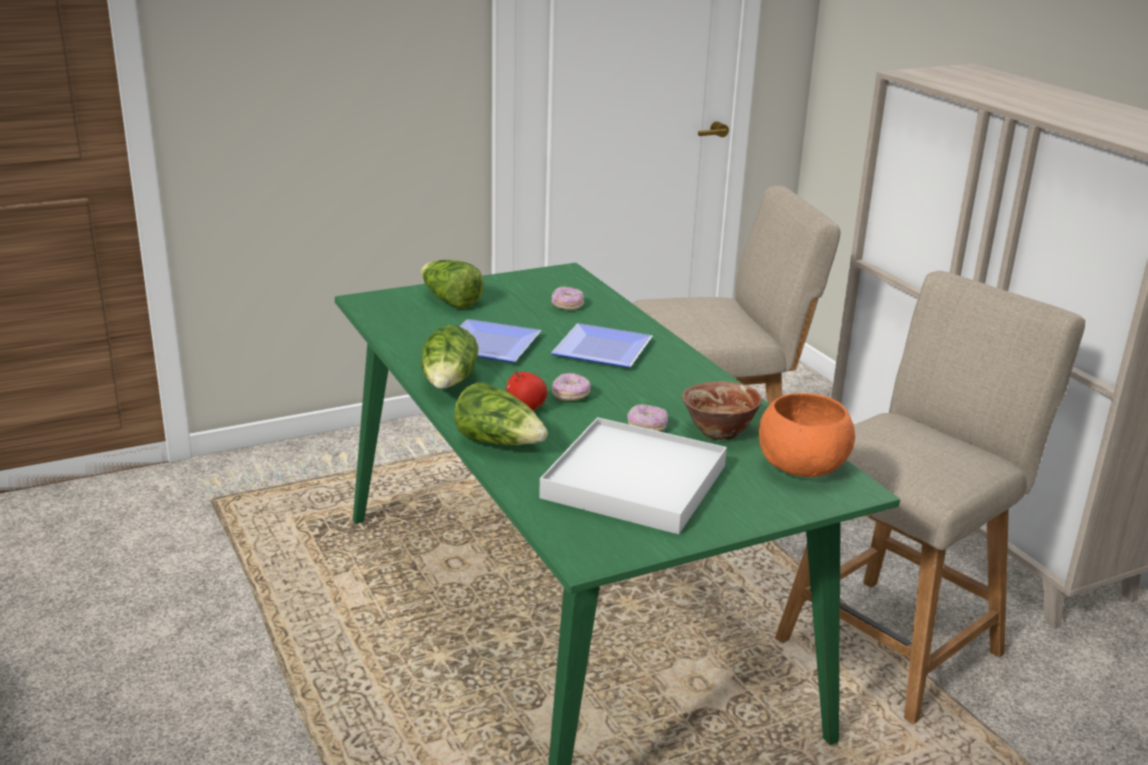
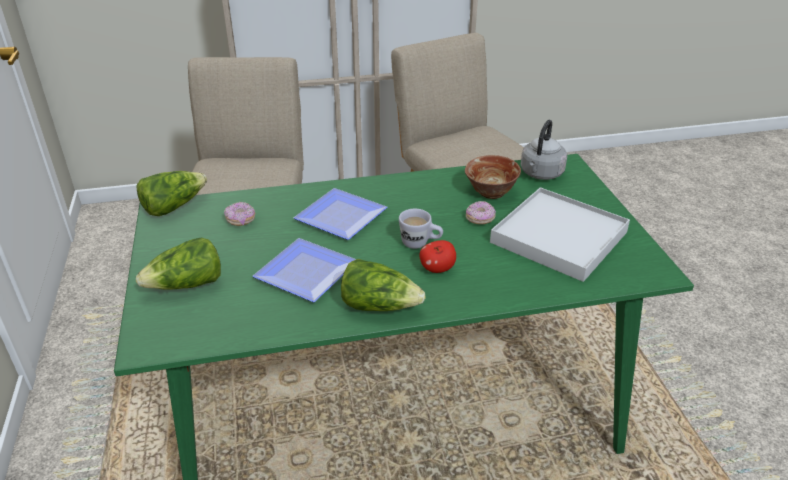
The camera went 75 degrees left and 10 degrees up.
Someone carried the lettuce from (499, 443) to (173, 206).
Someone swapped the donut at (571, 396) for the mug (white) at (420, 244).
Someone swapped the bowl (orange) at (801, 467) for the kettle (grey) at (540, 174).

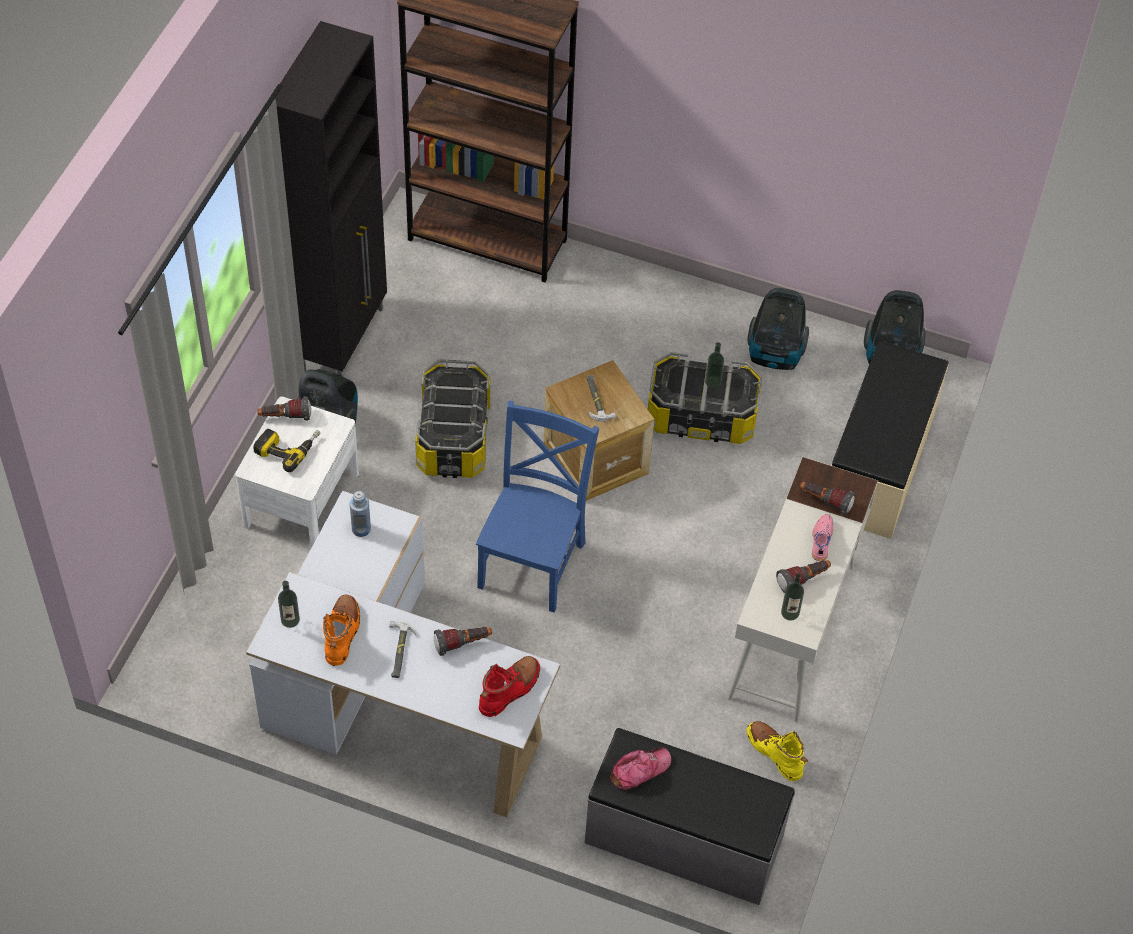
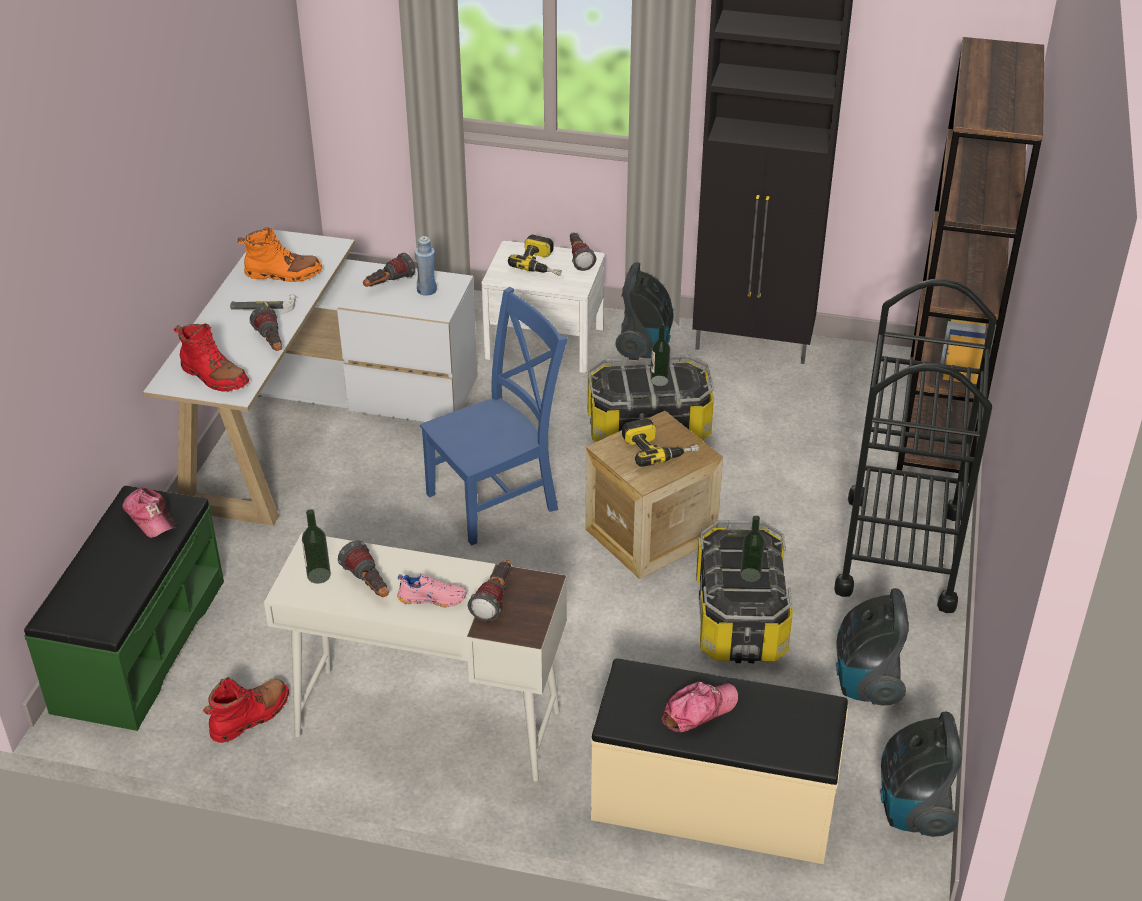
The camera went 85 degrees right and 15 degrees down.
Someone carried the bottle from (290, 620) to (659, 381).
Someone rotated the chair (blue) at (533, 561) by 45 degrees counterclockwise.
Someone repainted the bench (grey) at (683, 840), which became the bench (green) at (138, 644).
Someone swapped the hammer at (597, 399) for the power drill at (658, 449).
Someone repainted the boot (yellow) at (775, 753), which became the boot (red) at (250, 716).
Someone put down the flashlight at (388, 284).
Someone put down the cap at (699, 710).
Someone put down the cart (black) at (900, 552).

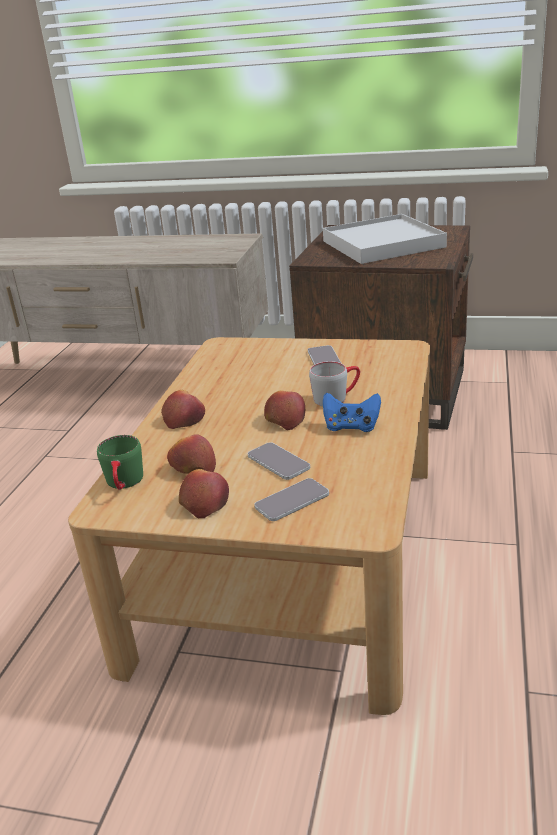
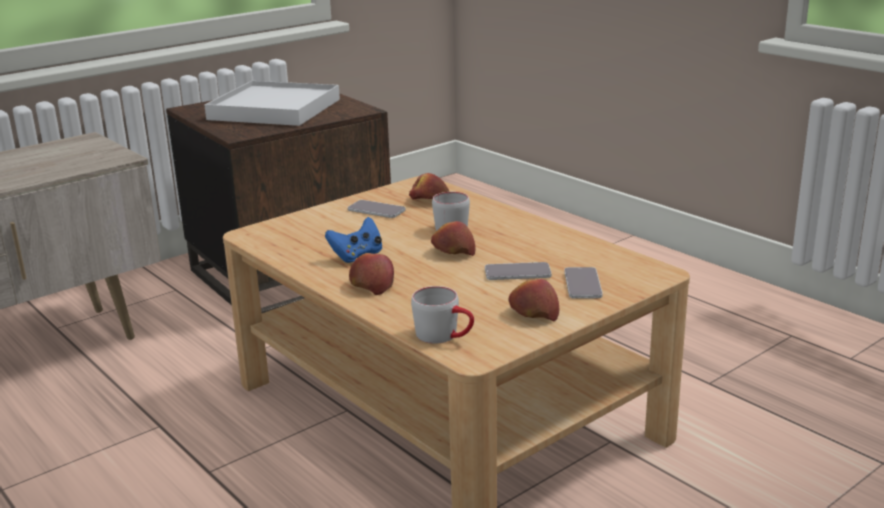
The camera went 55 degrees left and 5 degrees down.
Someone repainted the mug (green) at (124, 484), which became the mug (grey) at (445, 336).
Someone carried the apple from (192, 467) to (429, 200).
Someone carried the game controller (blue) from (351, 427) to (357, 255).

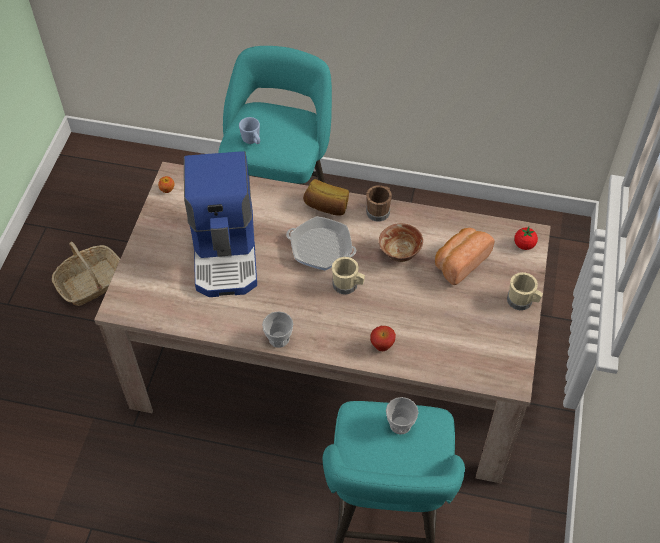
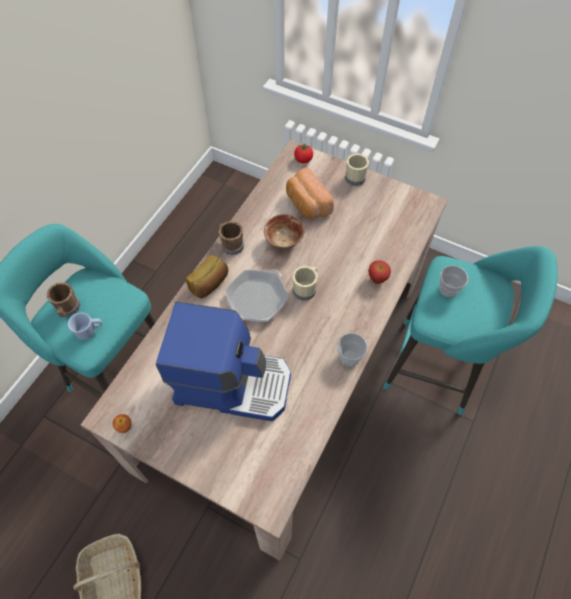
The camera went 75 degrees left and 5 degrees up.
Someone put down the mug (brown) at (68, 309).

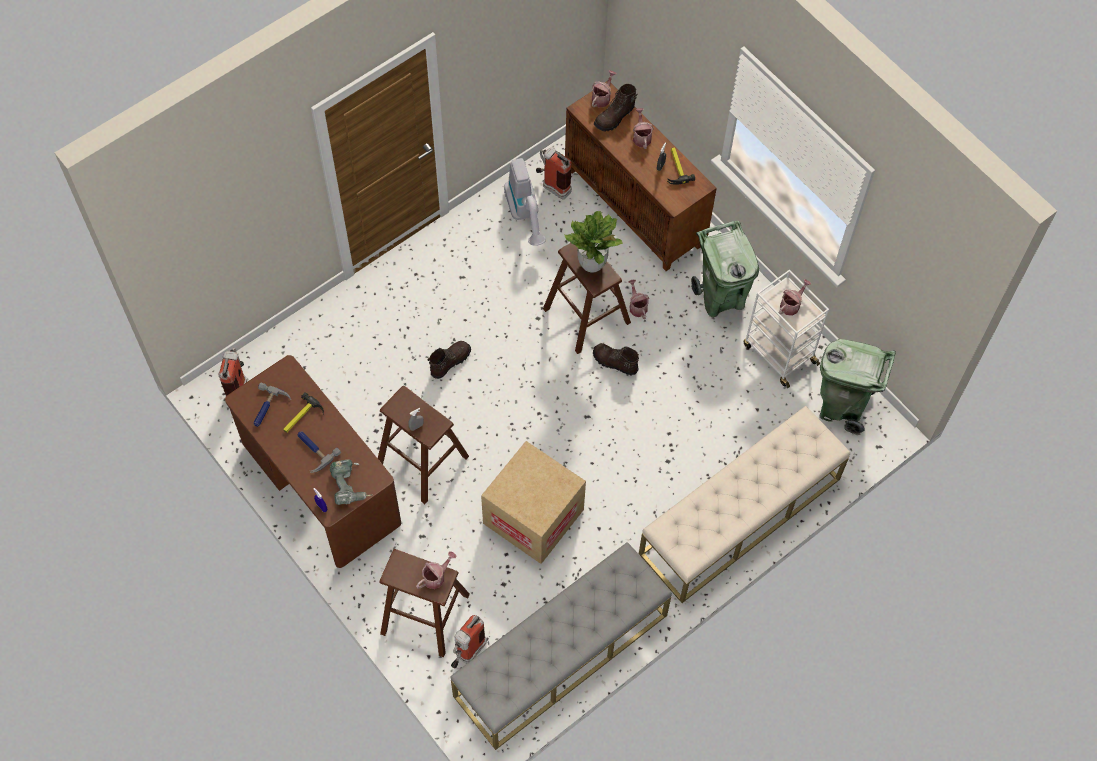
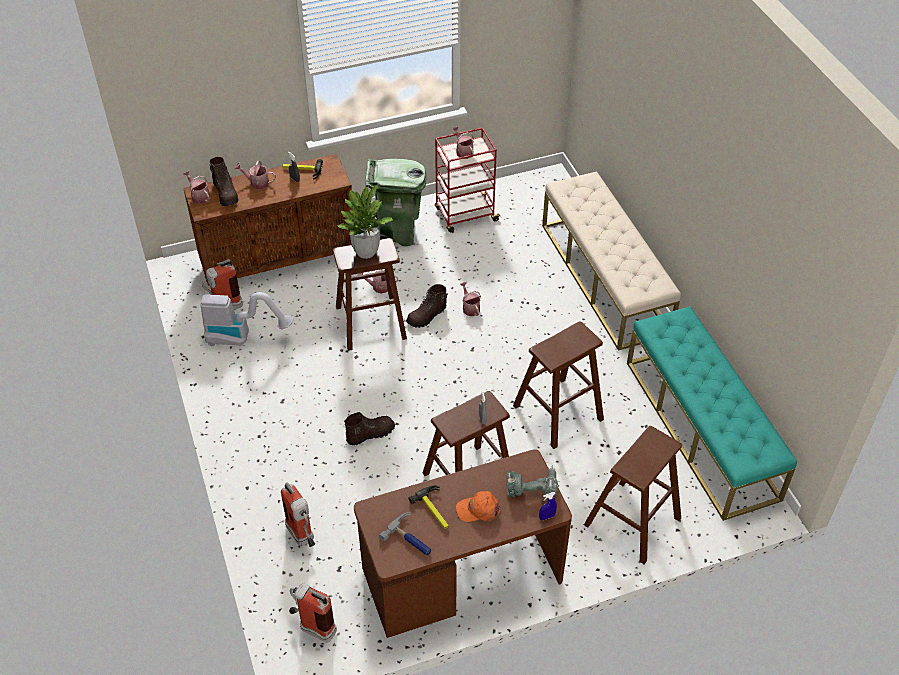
The camera went 70 degrees left and 15 degrees down.
Someone swapped the hammer at (313, 450) for the cap (orange) at (478, 509).
Someone carried the watering can from (436, 576) to (470, 307).
Someone rotated the boot (brown) at (449, 361) by 90 degrees clockwise.
Someone repainted the bench (grey) at (561, 656), which became the bench (turquoise) at (701, 429).
Someone carried the fire extinguisher from (467, 654) to (303, 538).
Someone swapped the cardboard box at (533, 516) for the stool (brown) at (558, 412).
Someone repainted the cart (white) at (778, 353), which became the cart (red) at (465, 215).
Someone took away the trash can (green) at (842, 406).

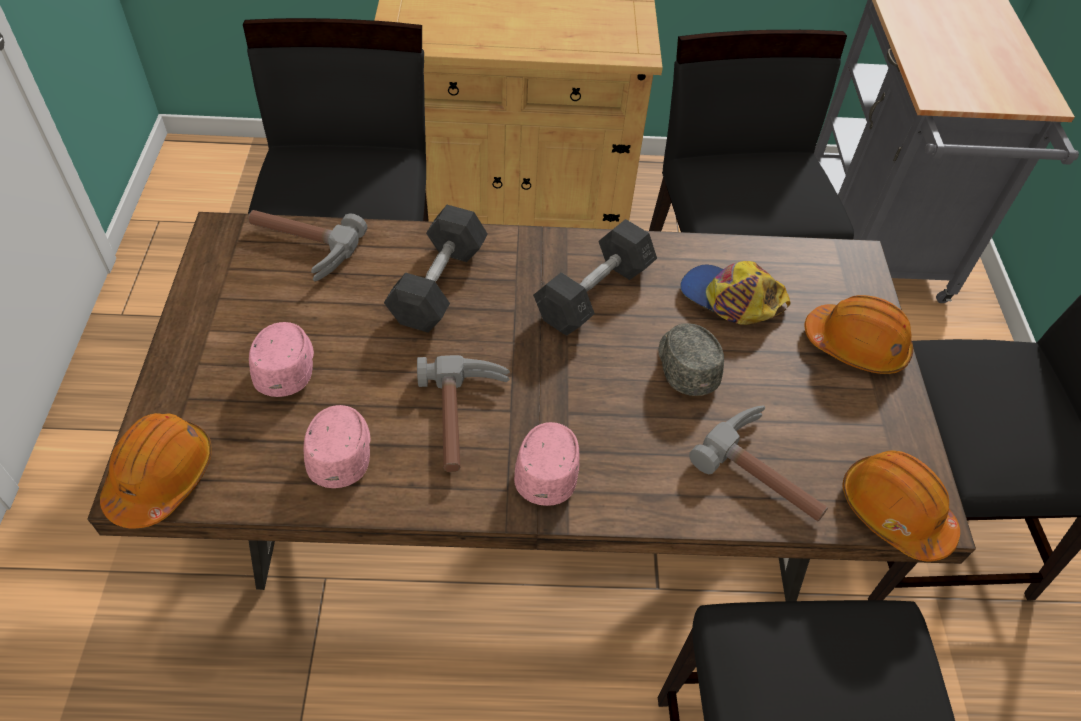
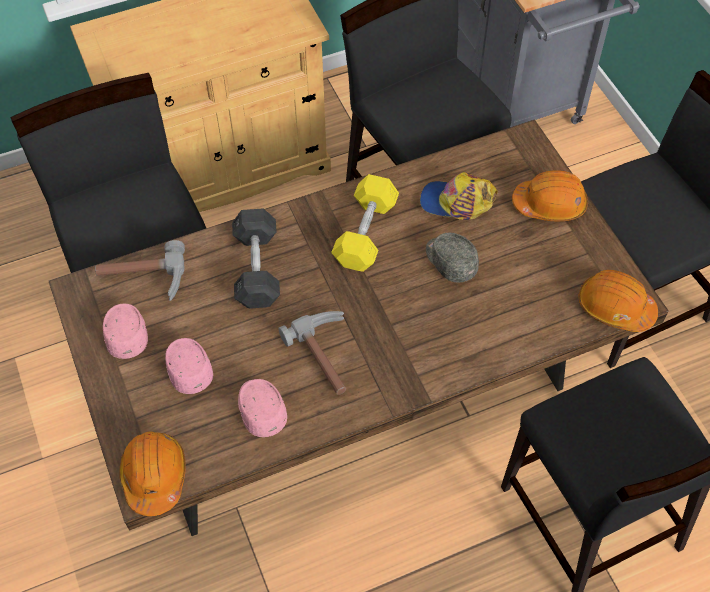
The camera went 20 degrees left and 5 degrees up.
Someone carried the cap (pink) from (548, 467) to (127, 333).
Someone repainted the dumbbell (grey) at (594, 293), which became the dumbbell (yellow) at (365, 233).
Someone took away the hammer at (768, 471).

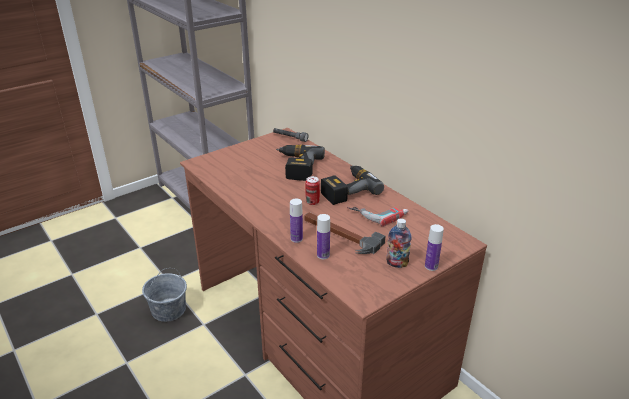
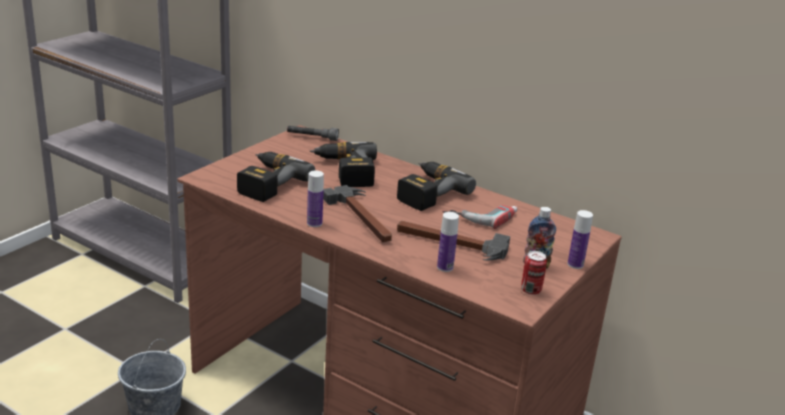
The camera went 20 degrees left and 5 degrees down.
Someone carried the bottle from (296, 239) to (314, 223).
Someone carried the can from (312, 202) to (531, 290).
Someone put down the power drill at (266, 183).
Someone put down the hammer at (362, 218).

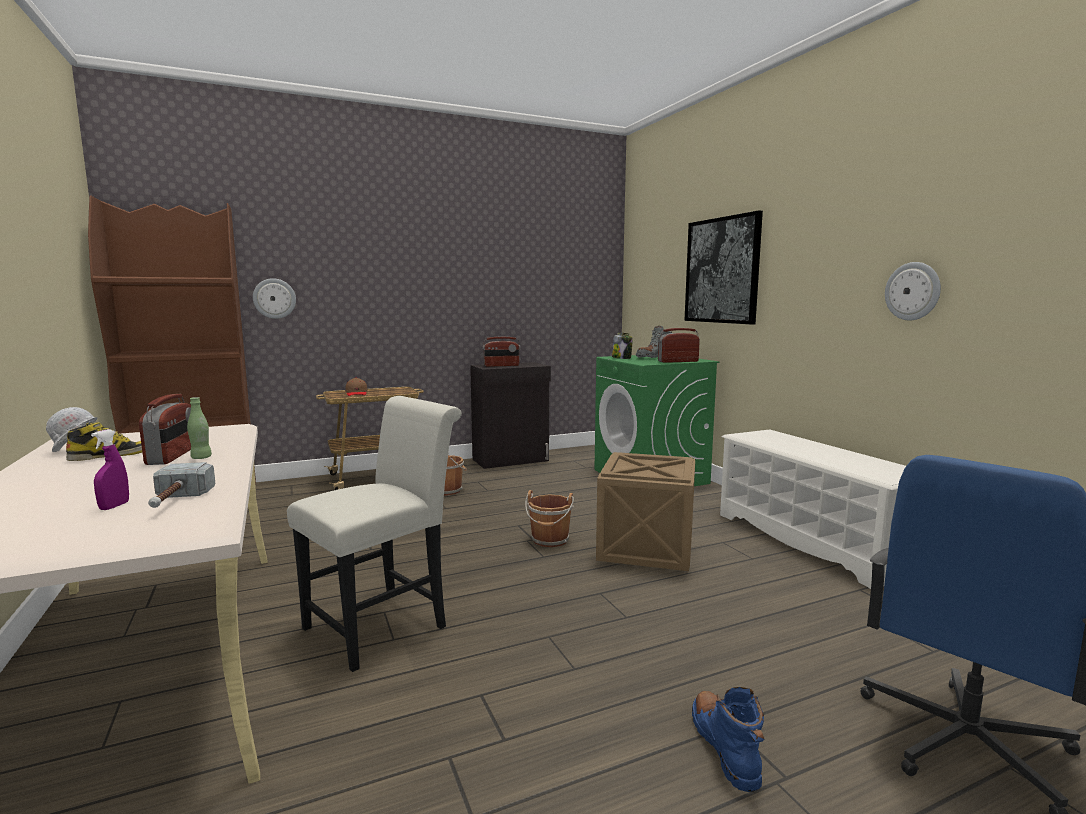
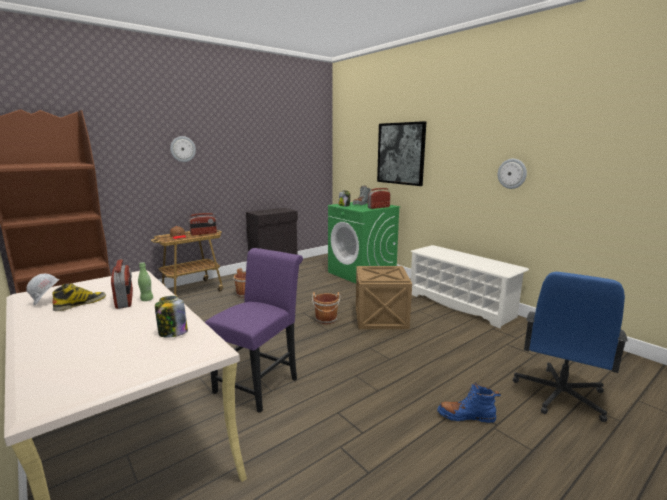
The camera went 15 degrees left and 5 degrees up.
Someone took away the spray bottle (purple) at (114, 506).
Someone swapped the hammer at (175, 501) for the jar at (172, 333).
Someone carried the wall clock from (274, 298) to (182, 149).
Someone repainted the chair (white) at (384, 624), which became the chair (purple) at (260, 382).
Someone carried the radio from (501, 365) to (203, 233).
Someone rotated the boot (blue) at (725, 747) by 60 degrees counterclockwise.

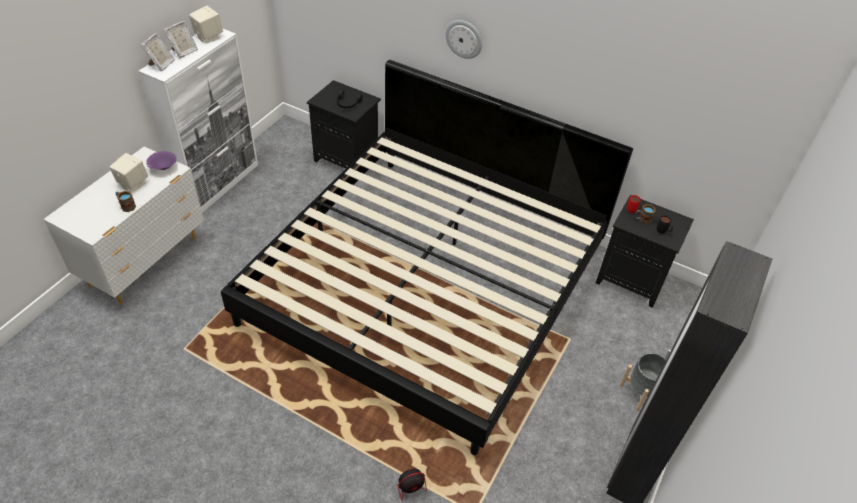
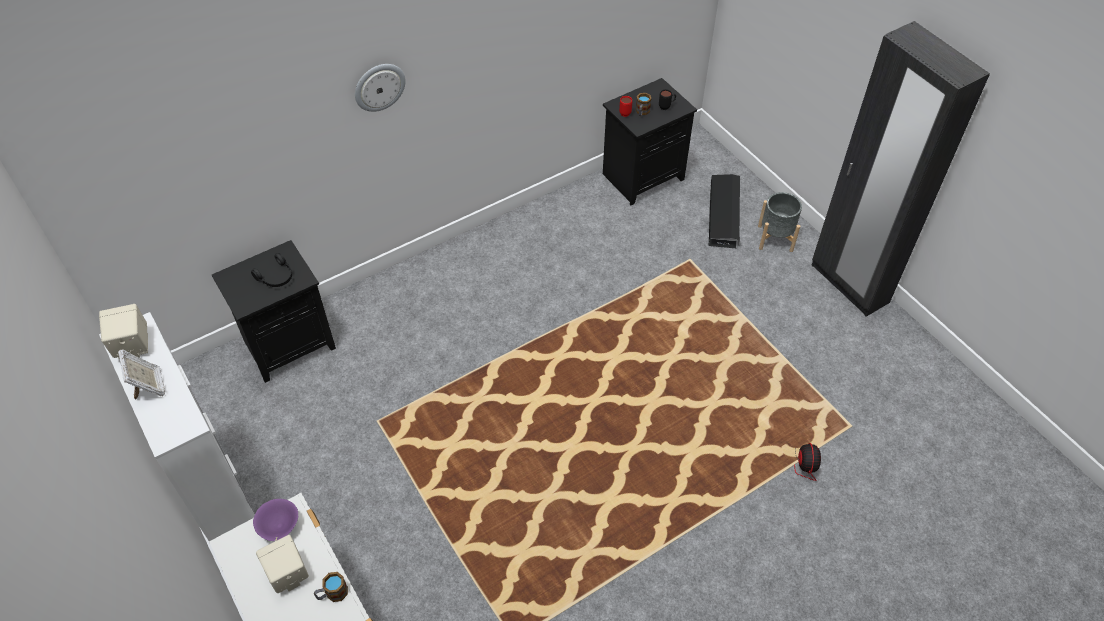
The camera went 60 degrees left and 5 degrees up.
Someone took away the picture frame at (161, 65).
Someone took away the bed at (426, 284).
Someone put down the storage box (black) at (723, 214).

